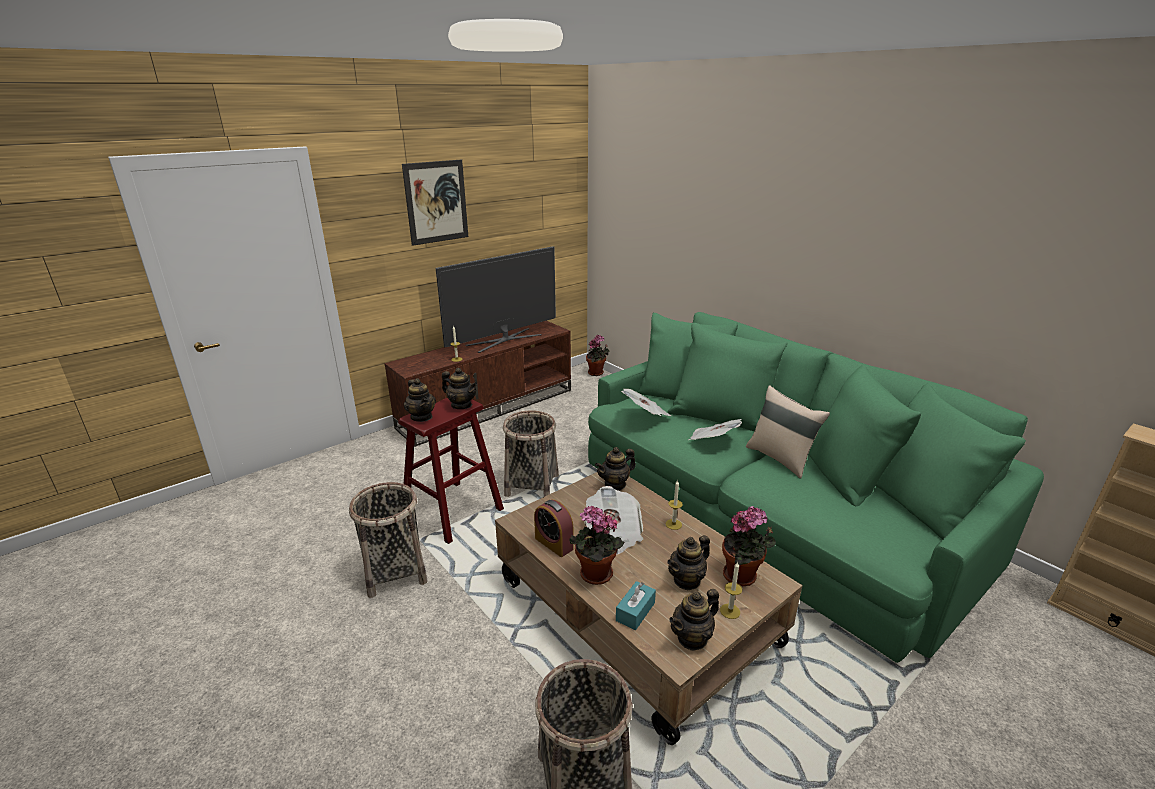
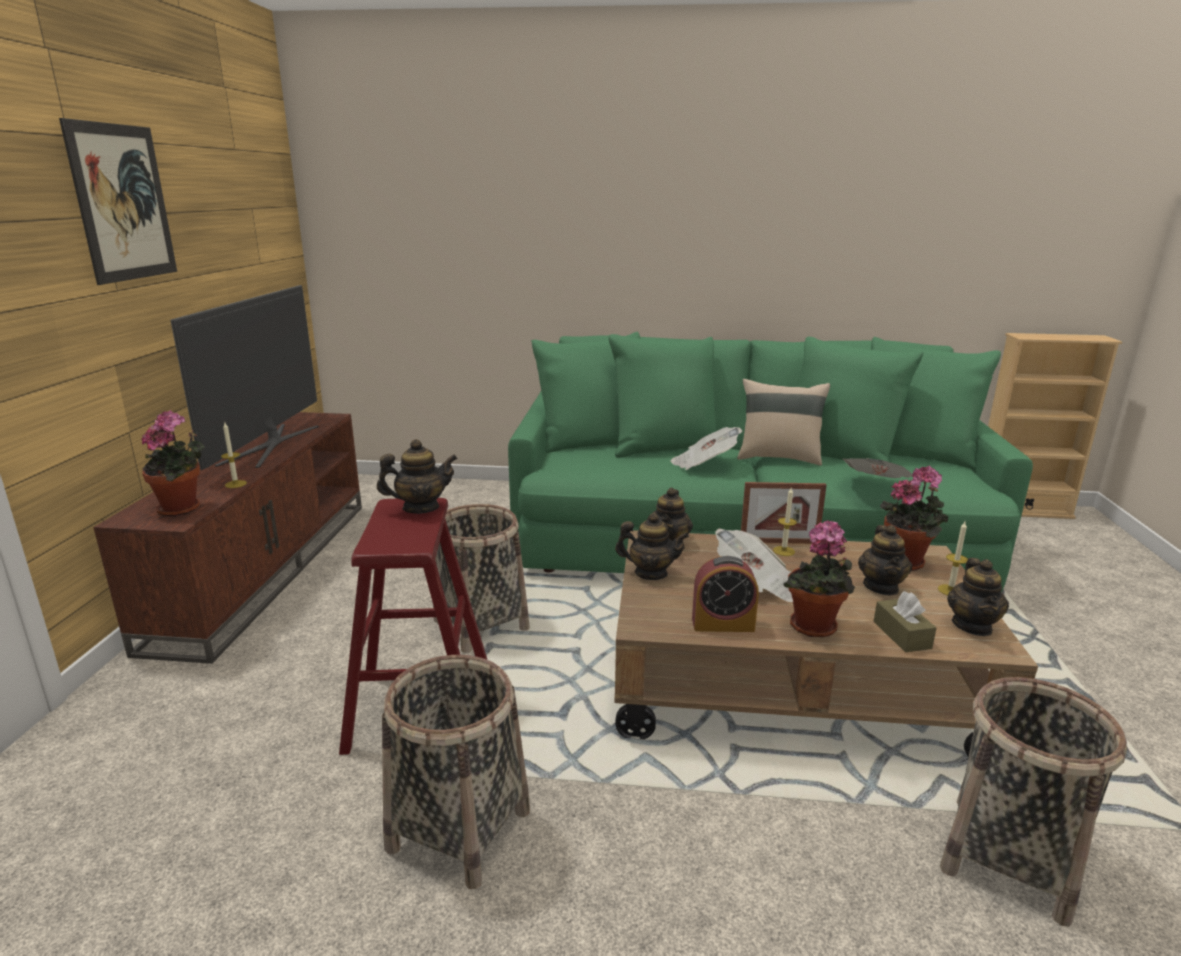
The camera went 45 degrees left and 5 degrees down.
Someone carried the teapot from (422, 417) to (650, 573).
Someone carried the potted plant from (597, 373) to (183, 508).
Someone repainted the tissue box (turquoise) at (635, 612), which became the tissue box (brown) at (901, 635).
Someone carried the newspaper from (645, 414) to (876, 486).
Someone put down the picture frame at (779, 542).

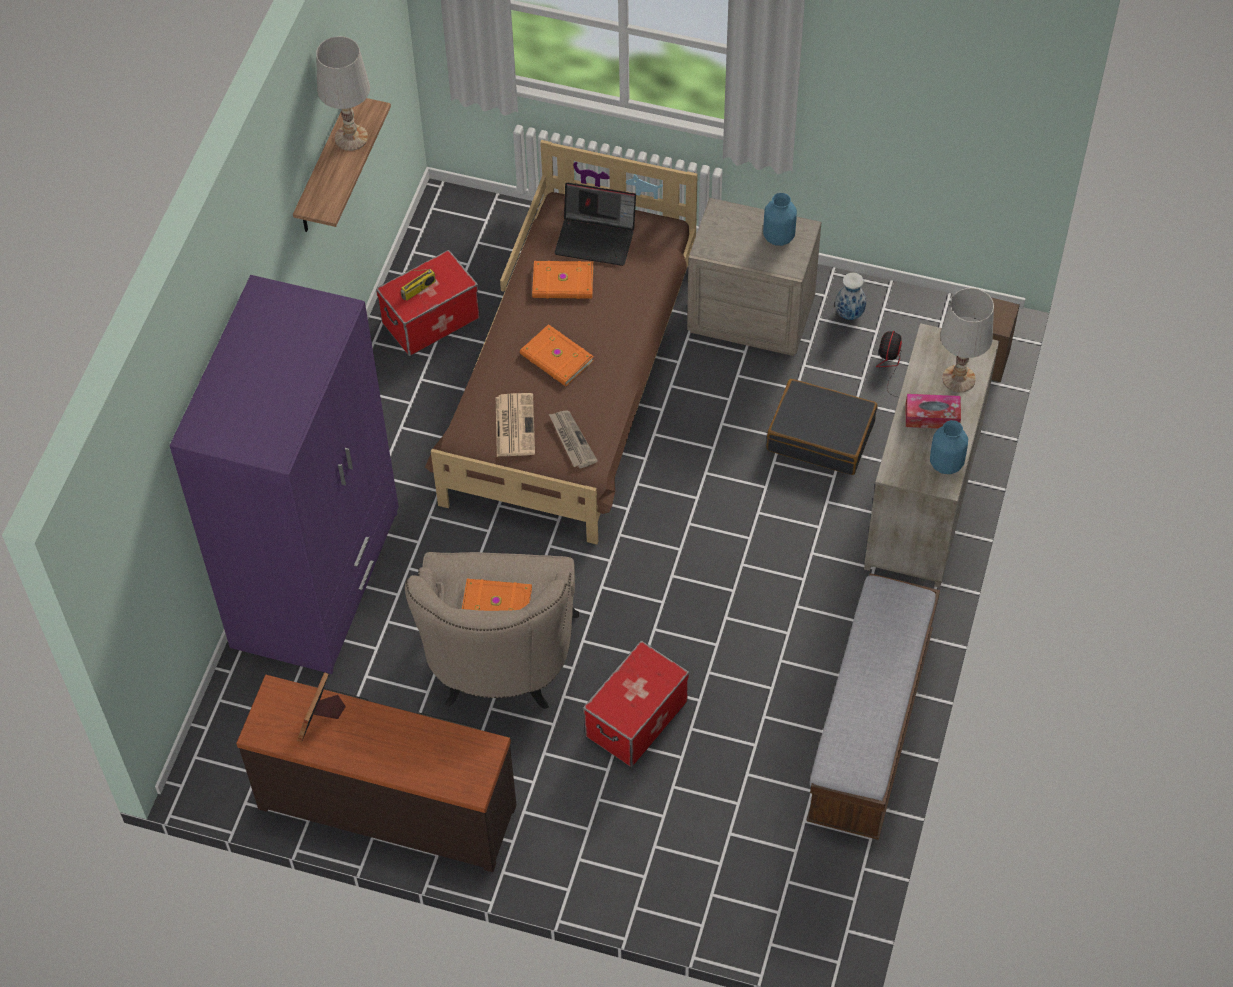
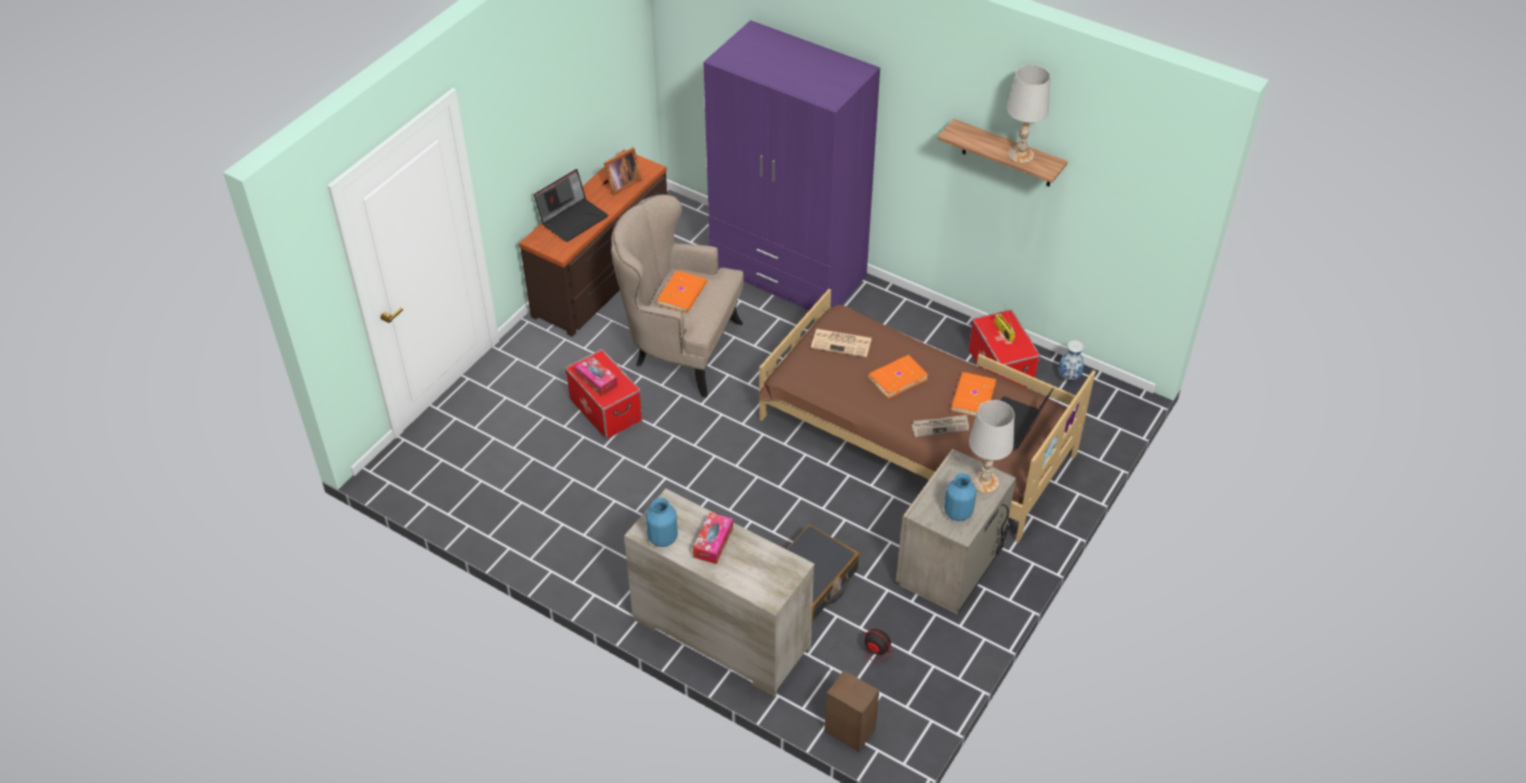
The camera went 105 degrees right and 10 degrees down.
Someone rotated the picture frame at (321, 719) by 105 degrees clockwise.
Someone carried the newspaper from (571, 440) to (940, 427).
Someone took away the bench at (869, 728).
Someone carried the vase from (849, 313) to (1069, 376).
Someone carried the table lamp (white) from (958, 379) to (984, 482).
Someone put down the laptop at (573, 218).
Someone put down the tissue box at (596, 380).

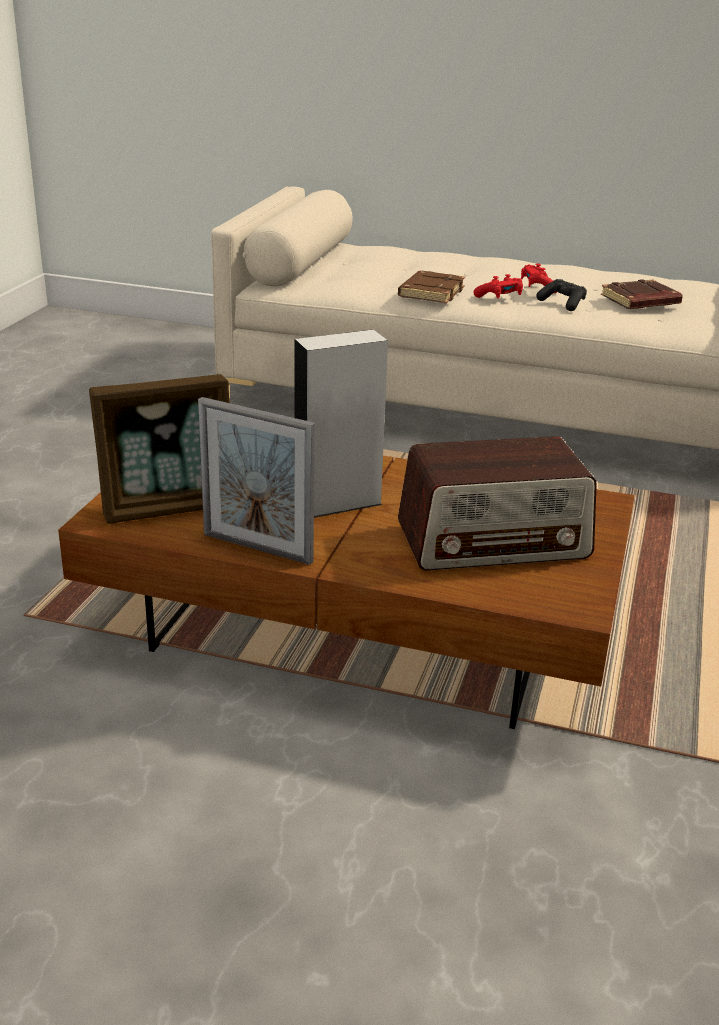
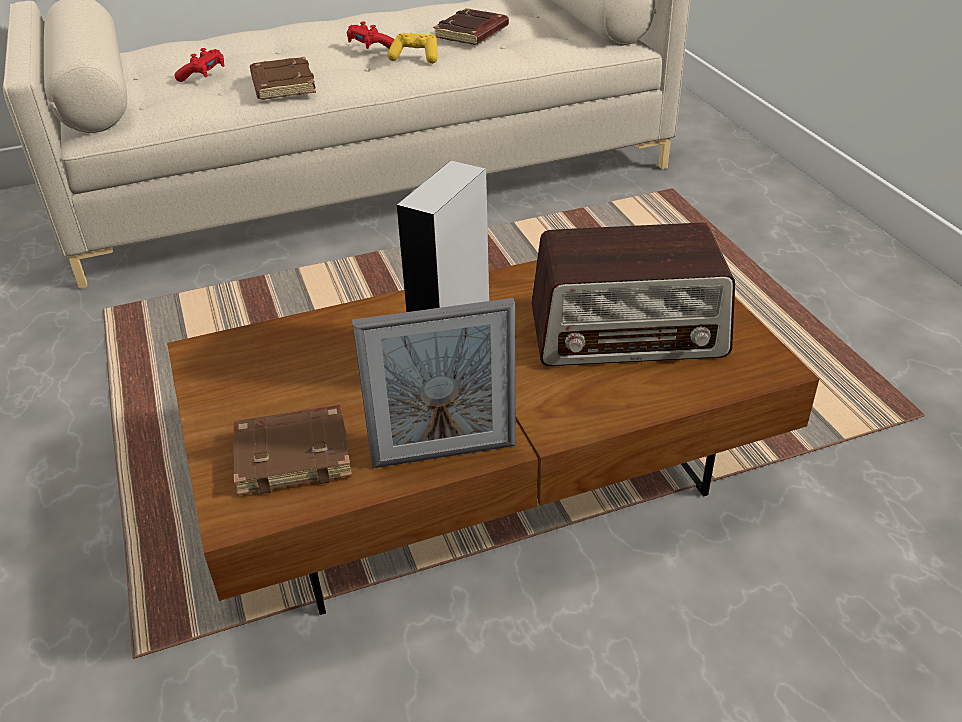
The camera went 35 degrees left and 10 degrees up.
Someone swapped the picture frame at (169, 507) for the book (brown) at (294, 454).
Someone rotated the radio at (494, 541) by 45 degrees clockwise.
Someone carried the game controller (red) from (499, 297) to (203, 75).
Someone repainted the game controller (black) at (562, 303), which became the game controller (yellow) at (415, 57).

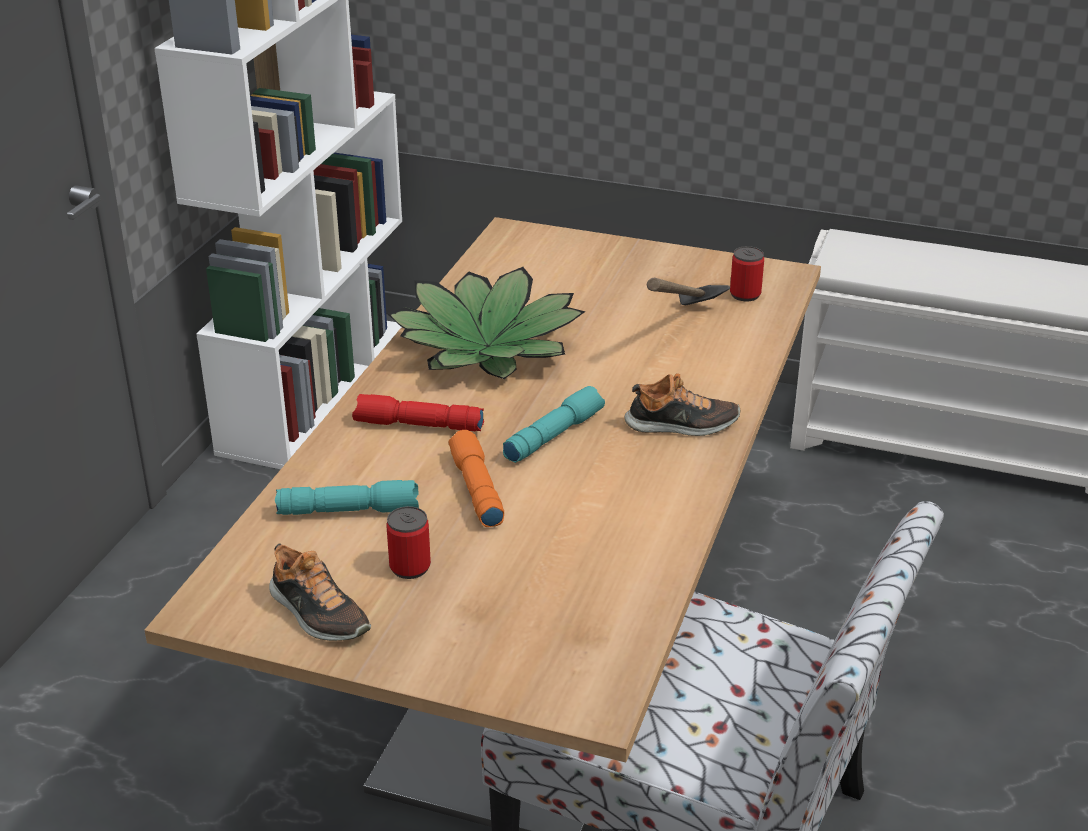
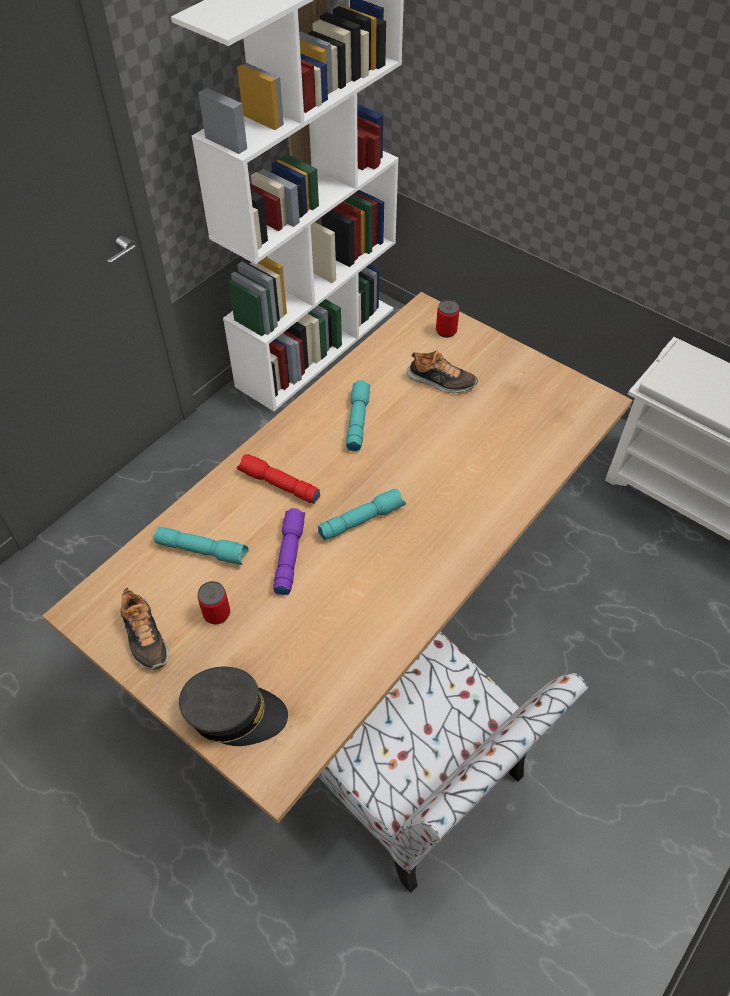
The camera went 20 degrees right and 20 degrees up.
Someone swapped the potted plant at (486, 346) for the flashlight (turquoise) at (357, 420).
Someone repainted the flashlight (orange) at (475, 489), which became the flashlight (purple) at (288, 555).
Someone carried the shoe from (682, 425) to (441, 381).
Someone took away the hammer at (682, 333).
Someone carried the can from (745, 294) to (446, 331).
Someone put down the cap (grey) at (234, 713).

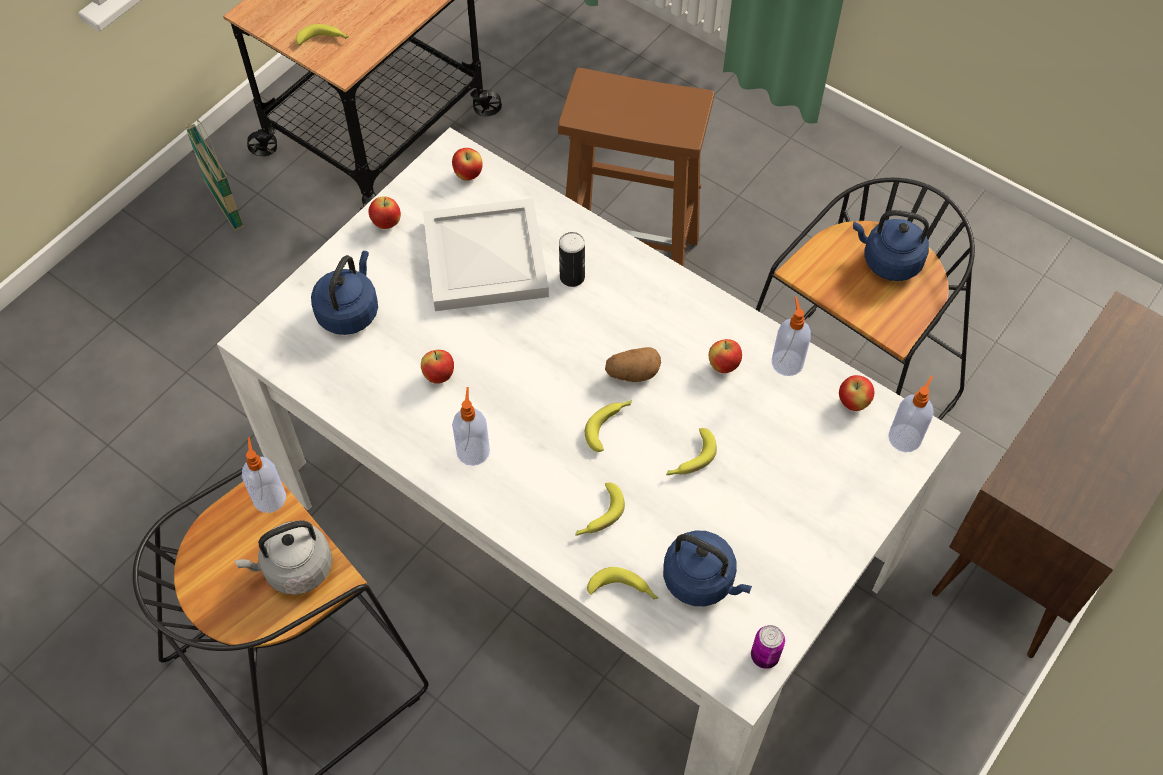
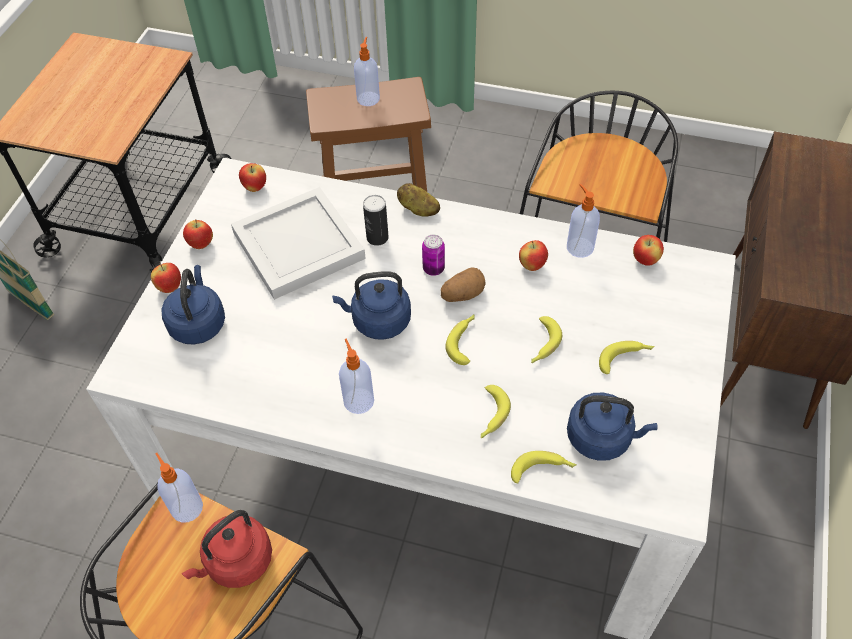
The camera went 20 degrees left and 5 degrees down.
Someone repainted the kettle (grey) at (294, 569), which became the kettle (red) at (236, 562).
Someone carried the banana from (324, 40) to (625, 358).
Someone carried the apple from (439, 376) to (170, 287).
Someone carried the can from (764, 656) to (433, 269).
Someone carried the kettle (blue) from (888, 261) to (378, 321).
Someone carried the soap dispenser from (905, 437) to (368, 98).
Someone put down the potato at (418, 209).

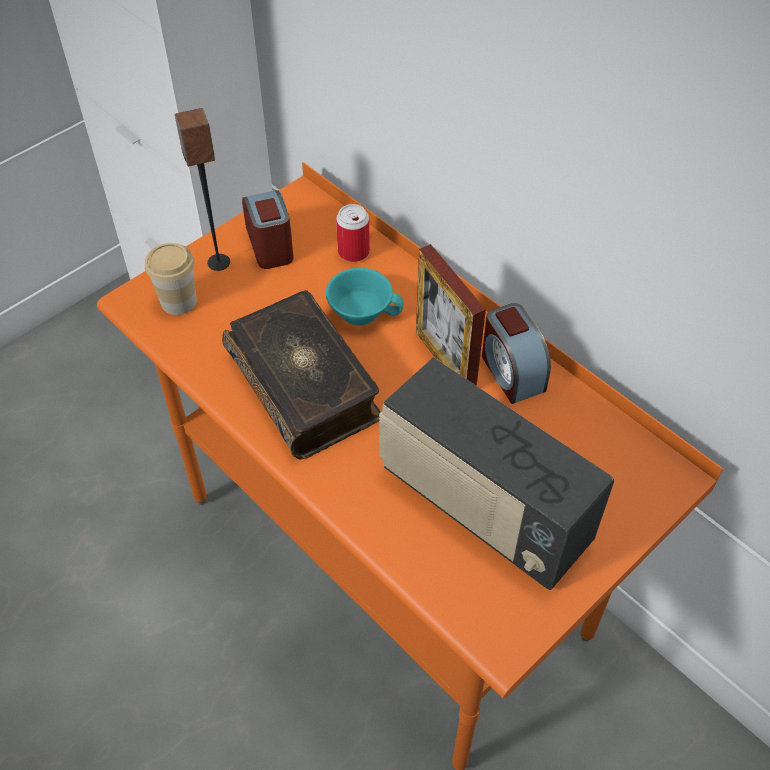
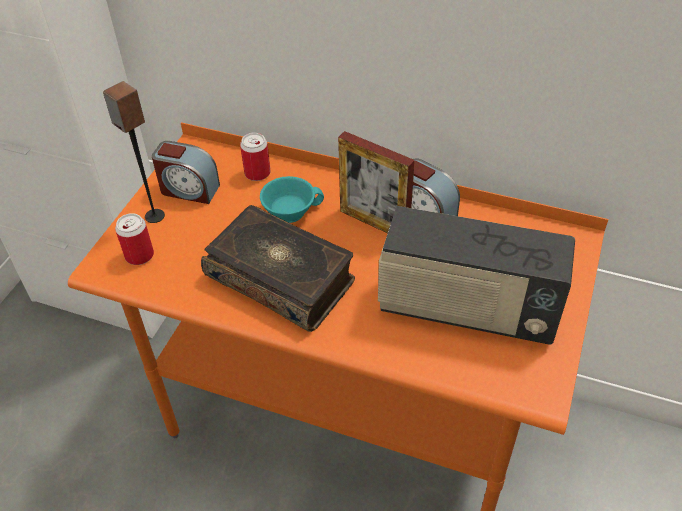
The camera went 25 degrees left and 5 degrees down.
Someone swapped the cup at (178, 301) for the can at (139, 255).
Someone rotated the alarm clock at (270, 245) by 150 degrees clockwise.

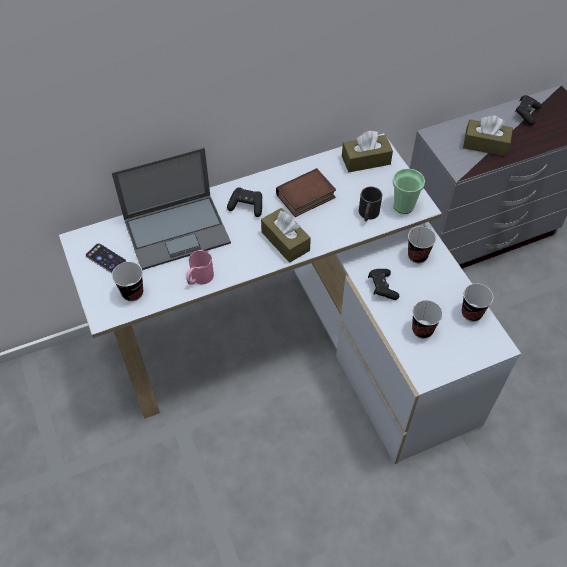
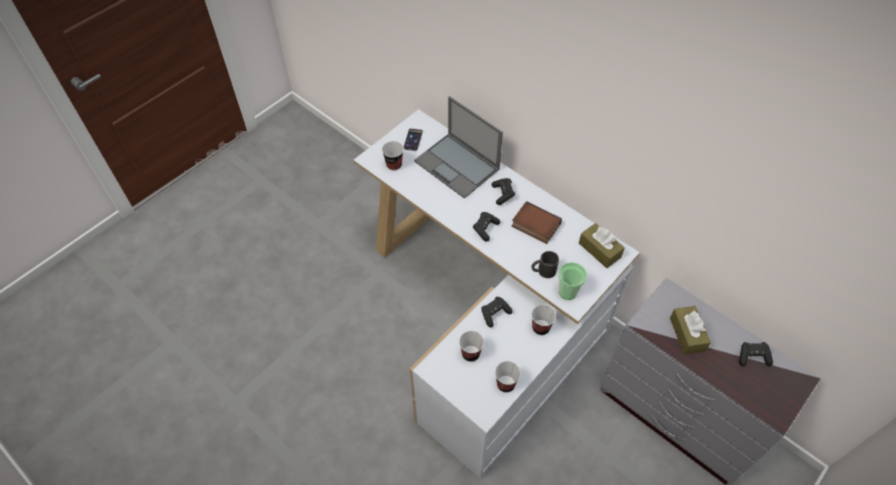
The camera went 65 degrees right and 0 degrees up.
Someone took away the mug (pink) at (199, 278).
Someone swapped the tissue box (brown) at (285, 241) for the game controller (black) at (485, 229).

